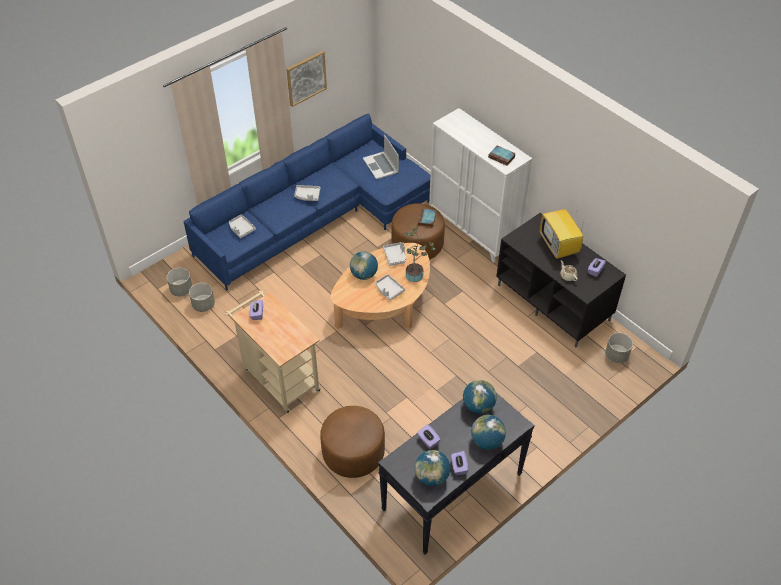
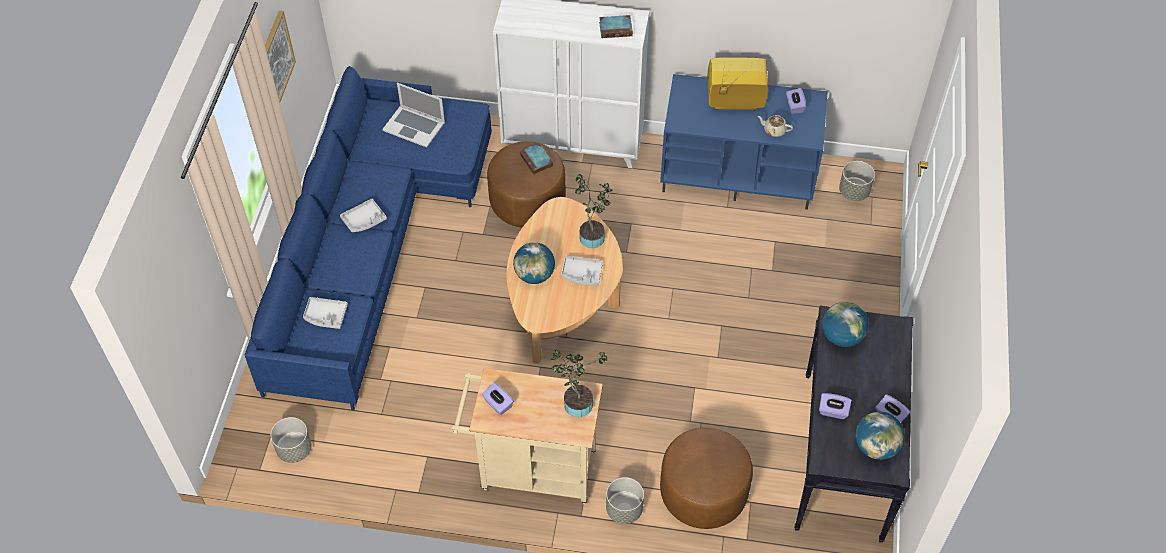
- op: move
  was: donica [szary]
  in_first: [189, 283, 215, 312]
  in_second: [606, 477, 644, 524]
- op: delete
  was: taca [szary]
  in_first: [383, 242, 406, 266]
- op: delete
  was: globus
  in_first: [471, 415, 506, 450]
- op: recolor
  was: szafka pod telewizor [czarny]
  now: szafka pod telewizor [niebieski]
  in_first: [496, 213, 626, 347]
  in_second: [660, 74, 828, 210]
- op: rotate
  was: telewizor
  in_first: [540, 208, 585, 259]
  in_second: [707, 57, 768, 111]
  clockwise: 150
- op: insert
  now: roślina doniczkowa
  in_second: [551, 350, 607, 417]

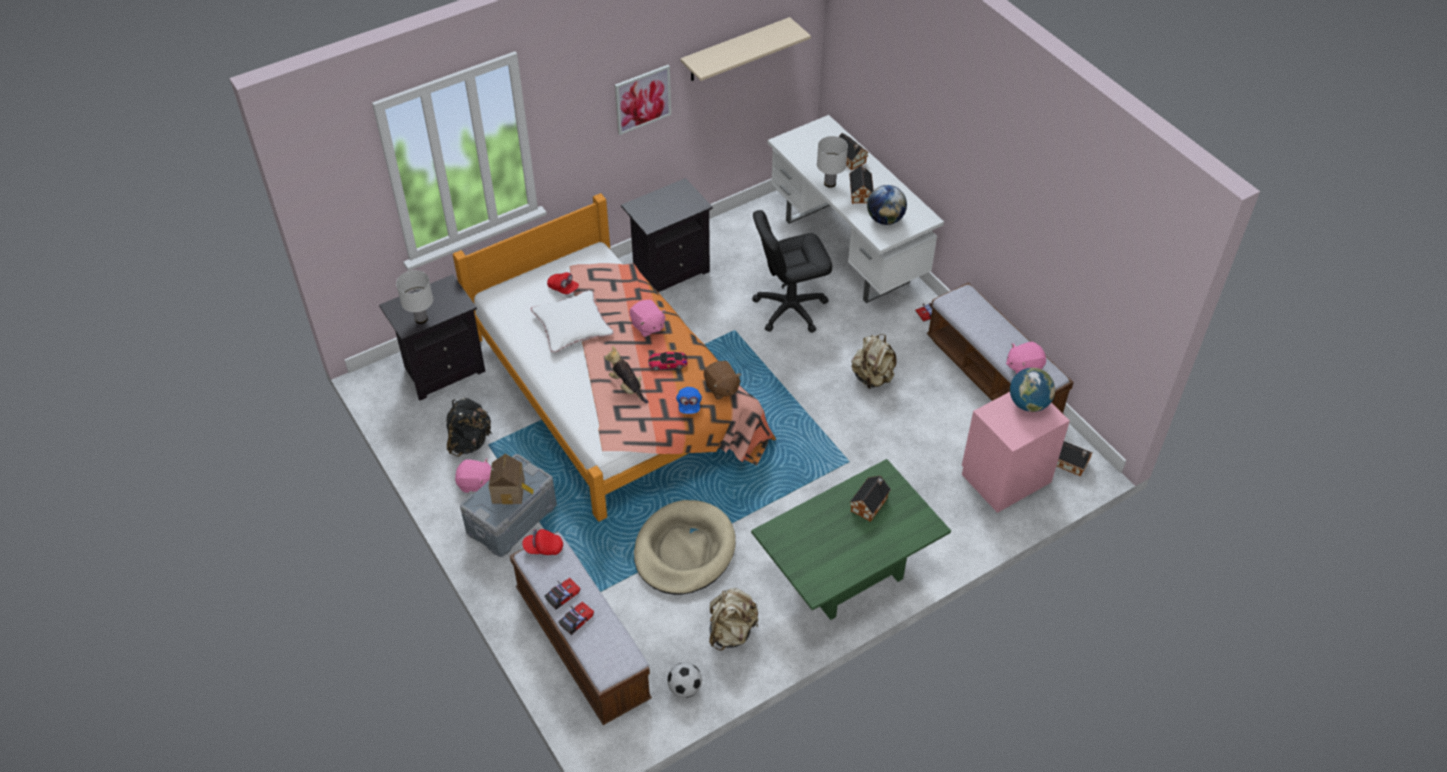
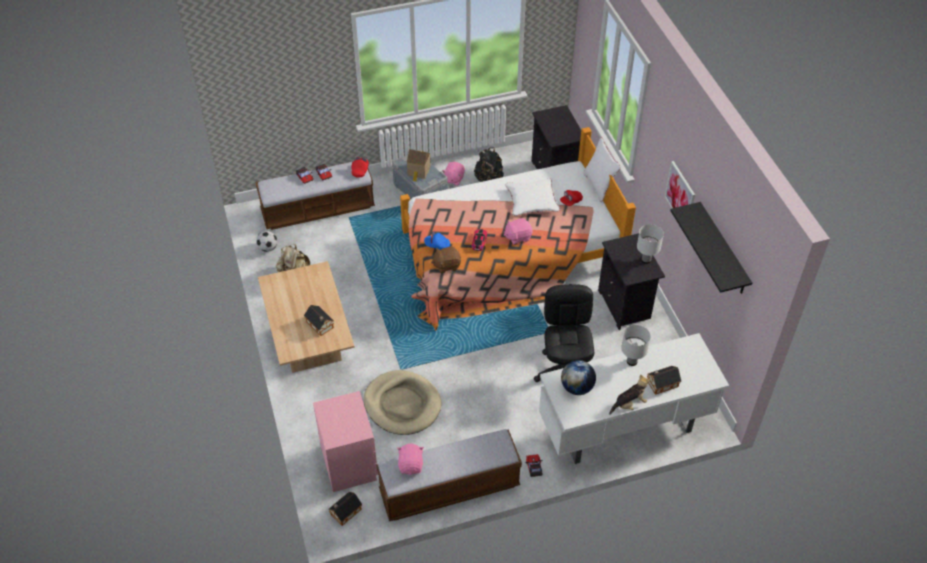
- op: move
  was: lampa stołowa [biały]
  in_first: [396, 270, 433, 324]
  in_second: [637, 224, 664, 264]
- op: move
  was: pluszak
  in_first: [605, 346, 649, 403]
  in_second: [609, 374, 650, 415]
- op: move
  was: legowisko [beżowy]
  in_first: [634, 500, 736, 595]
  in_second: [364, 370, 442, 435]
- op: recolor
  was: półka [beżowy]
  now: półka [czarny]
  in_first: [680, 17, 811, 81]
  in_second: [670, 202, 752, 294]
- op: recolor
  was: ława [zielony]
  now: ława [beżowy]
  in_first: [751, 459, 951, 620]
  in_second: [258, 261, 355, 373]
- op: delete
  was: domek
  in_first: [849, 165, 874, 204]
- op: delete
  was: plecak [beżowy]
  in_first: [851, 334, 897, 389]
- op: delete
  was: globus
  in_first: [1010, 368, 1055, 412]
- op: insert
  now: poduszka [biały]
  in_second: [583, 137, 621, 202]

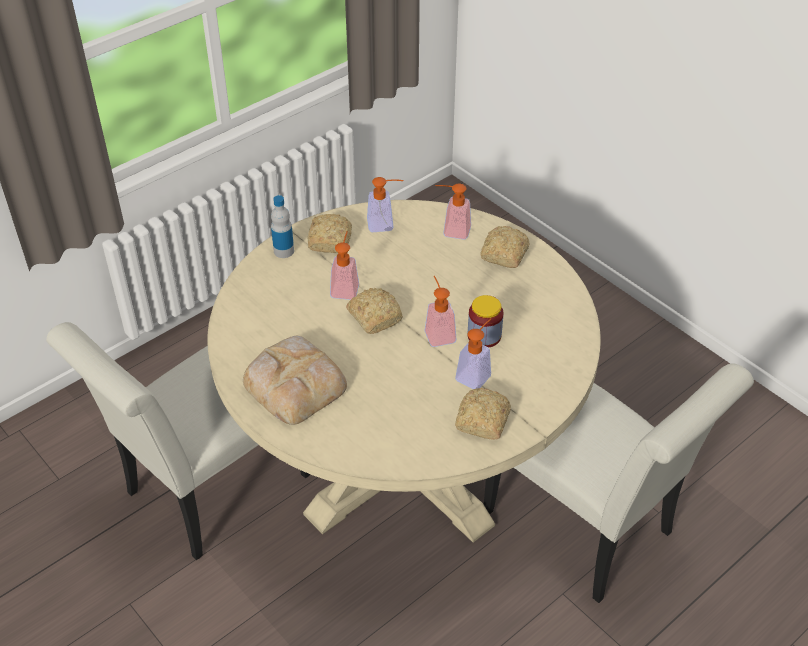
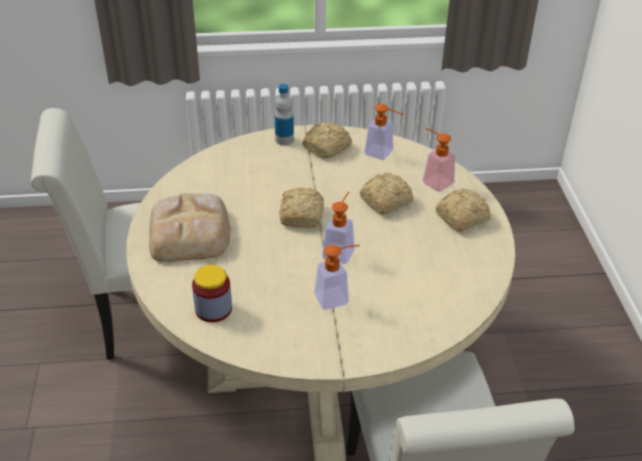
- op: delete
  was: dozownik mydła
  in_first: [330, 231, 359, 300]
- op: move
  was: chleb
  in_first: [455, 388, 511, 440]
  in_second: [360, 173, 413, 214]
- op: move
  was: słoik
  in_first: [468, 295, 503, 348]
  in_second: [192, 265, 232, 322]

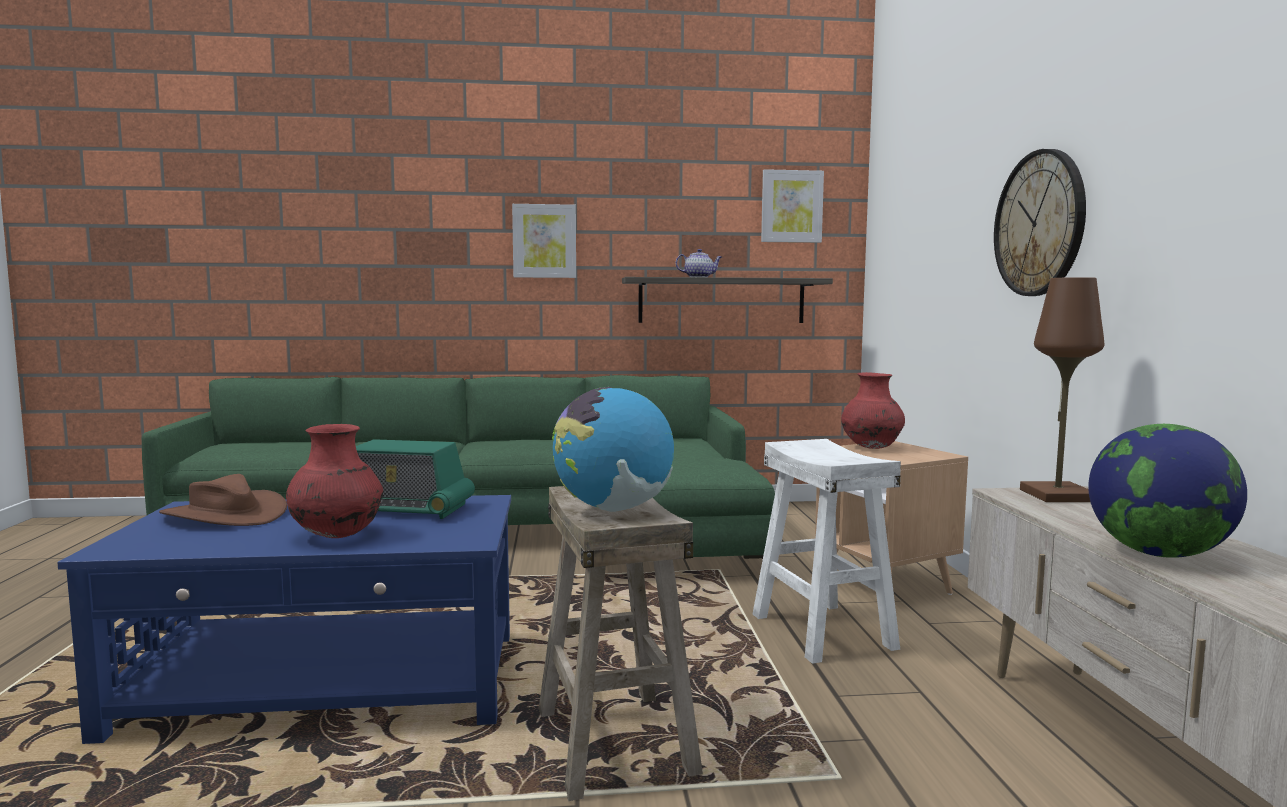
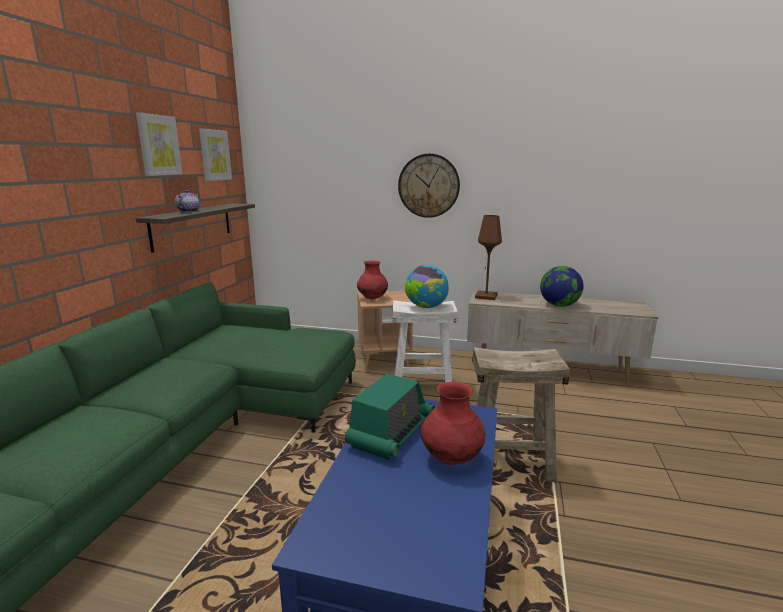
- op: delete
  was: kapelusz [brązowy]
  in_first: [159, 474, 287, 526]
- op: move
  was: obraz
  in_first: [512, 204, 576, 278]
  in_second: [136, 112, 182, 176]
- op: move
  was: globus
  in_first: [552, 387, 674, 512]
  in_second: [405, 265, 449, 308]

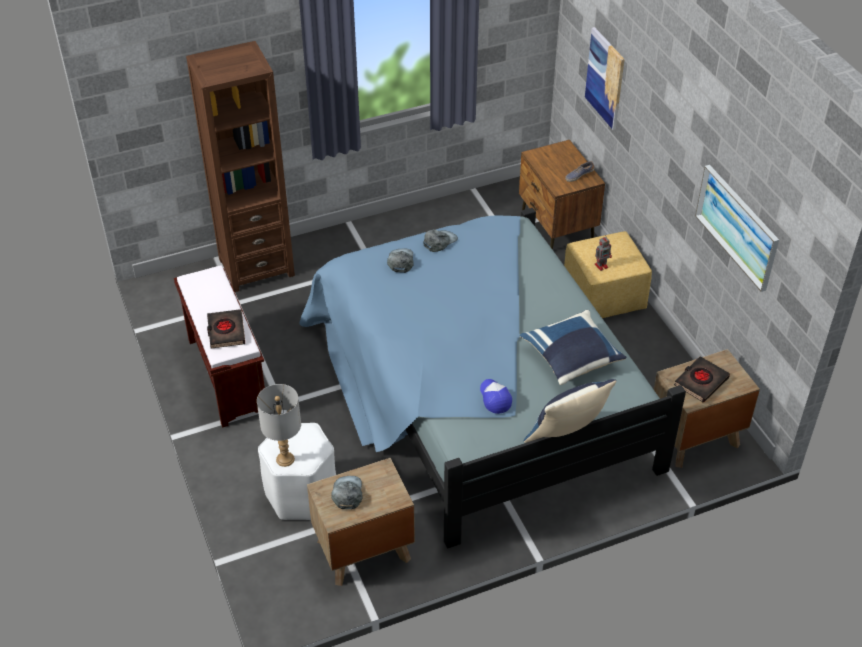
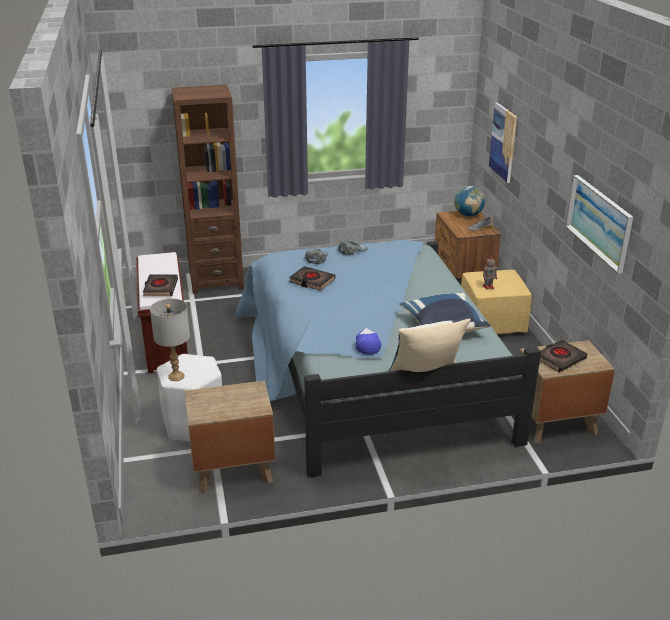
- op: delete
  was: czapka z daszkiem [szary]
  in_first: [331, 476, 362, 509]
- op: insert
  now: książka [czarny]
  in_second: [289, 266, 335, 291]
- op: insert
  now: globus
  in_second: [454, 186, 485, 216]

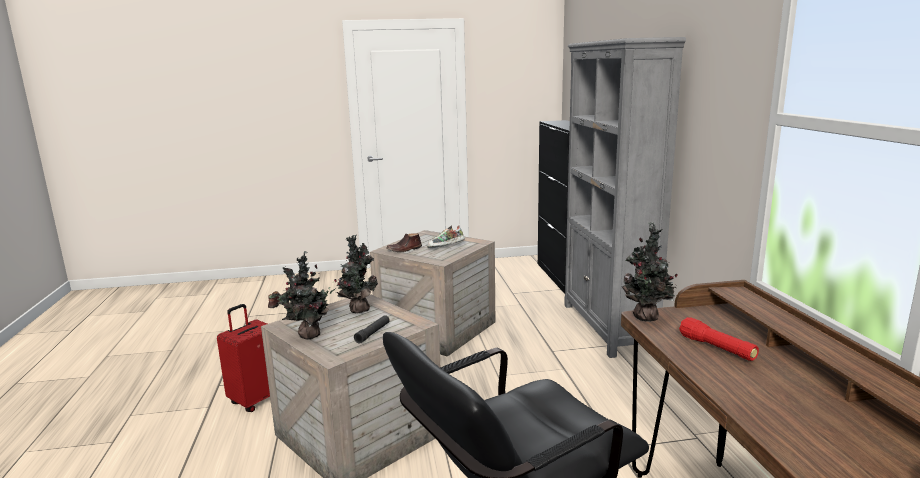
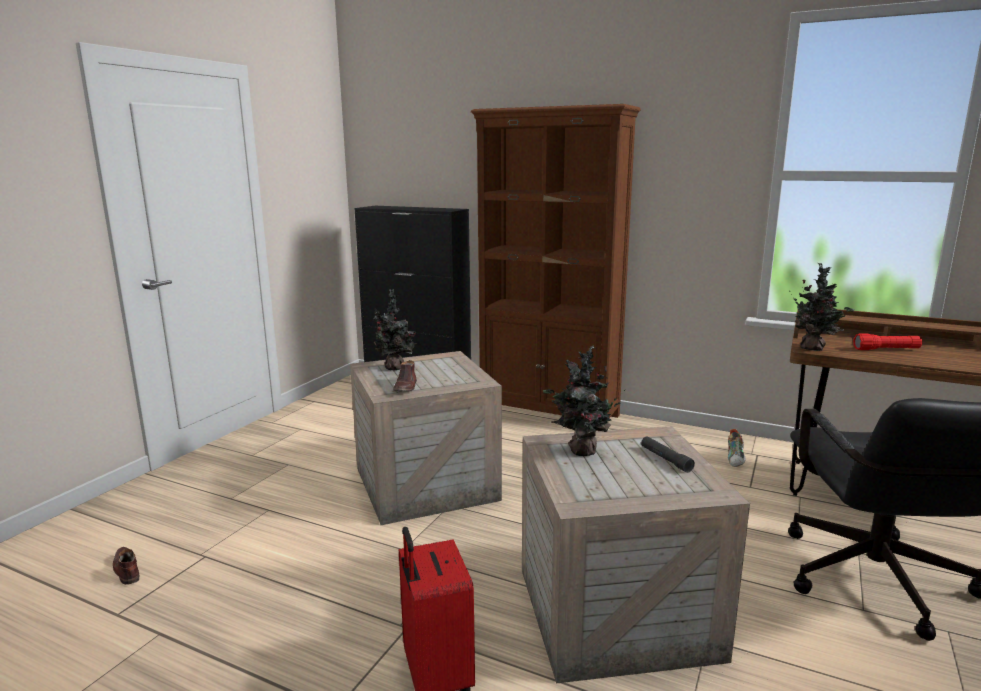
- op: move
  was: roślina doniczkowa
  in_first: [269, 251, 335, 340]
  in_second: [373, 289, 417, 371]
- op: move
  was: but
  in_first: [427, 225, 465, 248]
  in_second: [728, 429, 746, 467]
- op: recolor
  was: regał [szary]
  now: regał [brązowy]
  in_first: [564, 37, 686, 358]
  in_second: [471, 104, 641, 418]

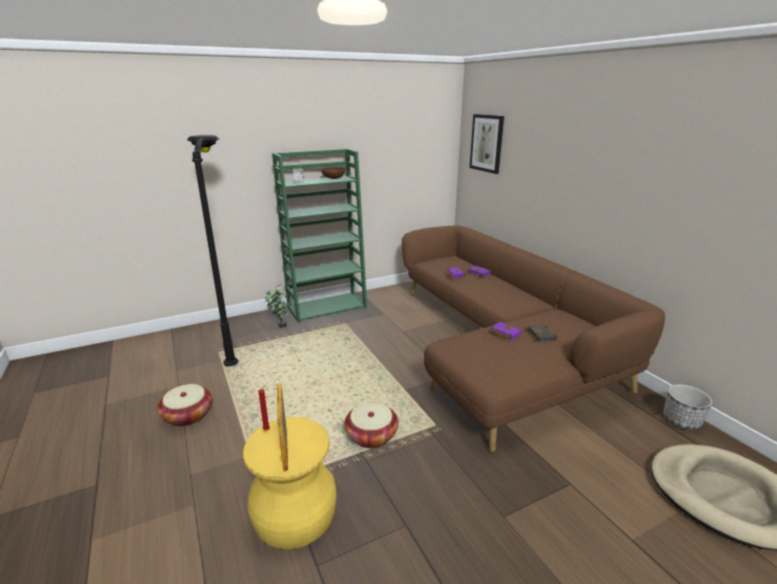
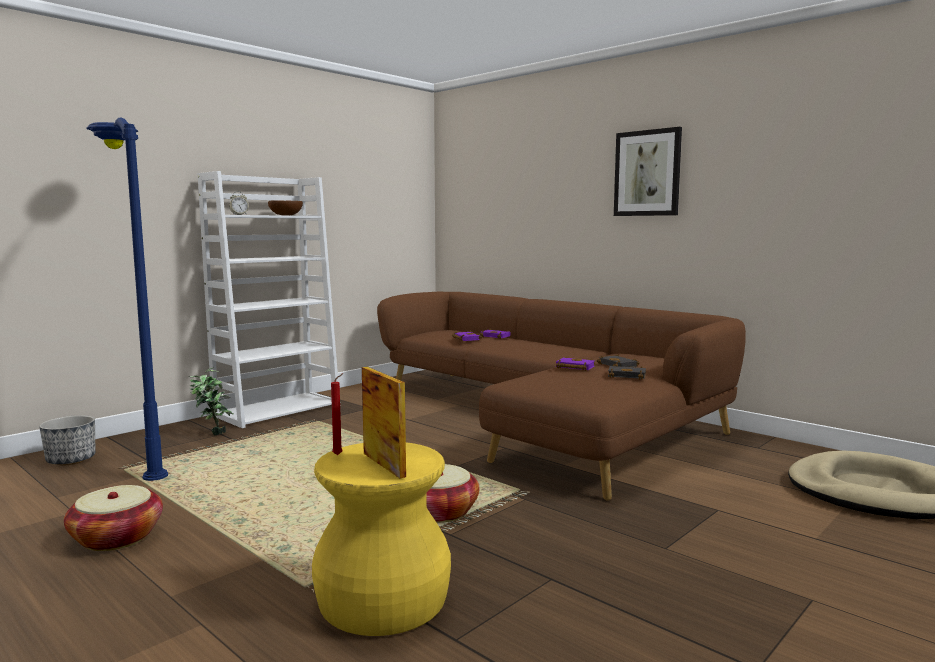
- op: recolor
  was: lampa stojąca [czarny]
  now: lampa stojąca [niebieski]
  in_first: [187, 135, 238, 366]
  in_second: [86, 117, 168, 481]
- op: recolor
  was: regał [zielony]
  now: regał [biały]
  in_first: [272, 149, 367, 323]
  in_second: [197, 171, 338, 428]
- op: move
  was: obraz
  in_first: [470, 114, 504, 174]
  in_second: [614, 127, 682, 216]
- op: move
  was: donica
  in_first: [663, 384, 713, 430]
  in_second: [39, 415, 95, 465]
- op: insert
  now: książka [czarny]
  in_second: [608, 364, 646, 380]

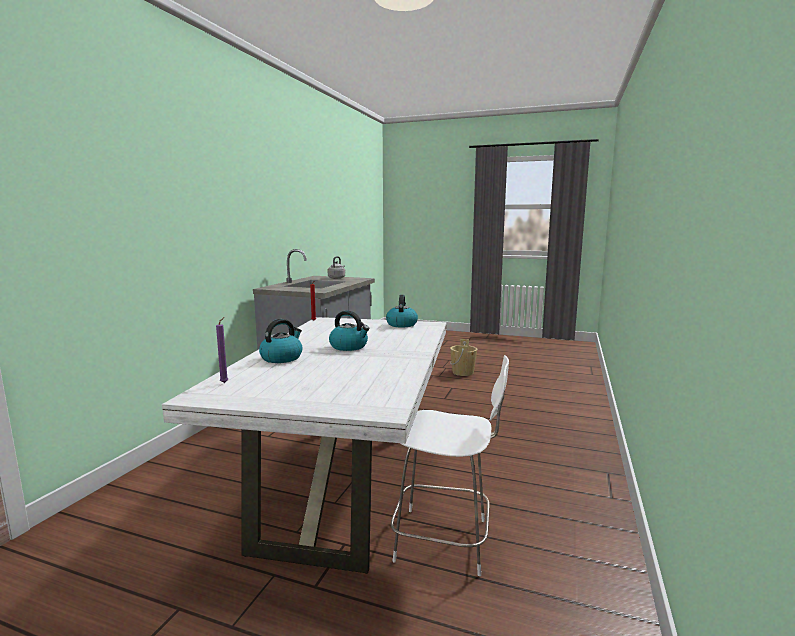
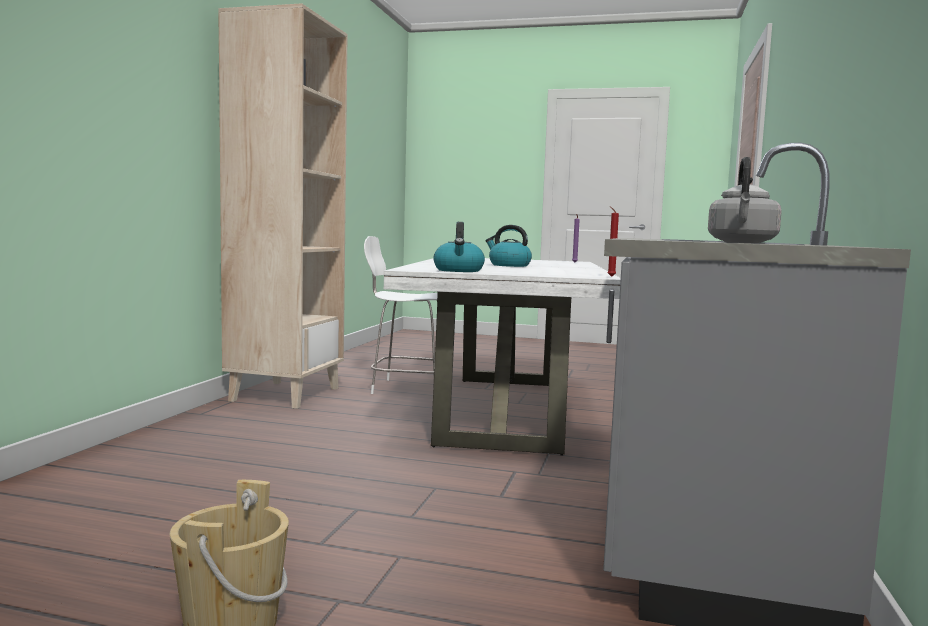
- op: delete
  was: czajnik
  in_first: [259, 319, 303, 363]
- op: insert
  now: regał [beżowy]
  in_second: [218, 3, 348, 409]

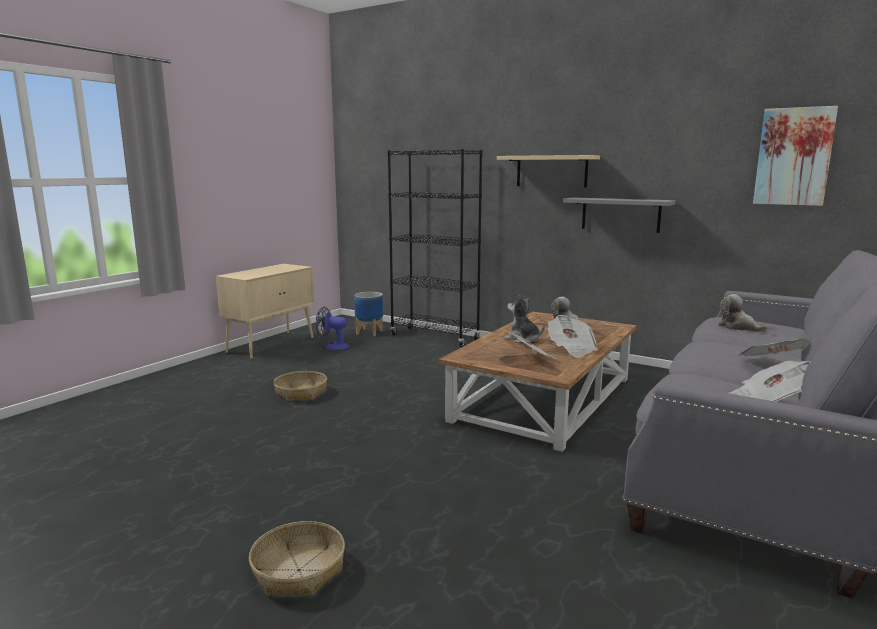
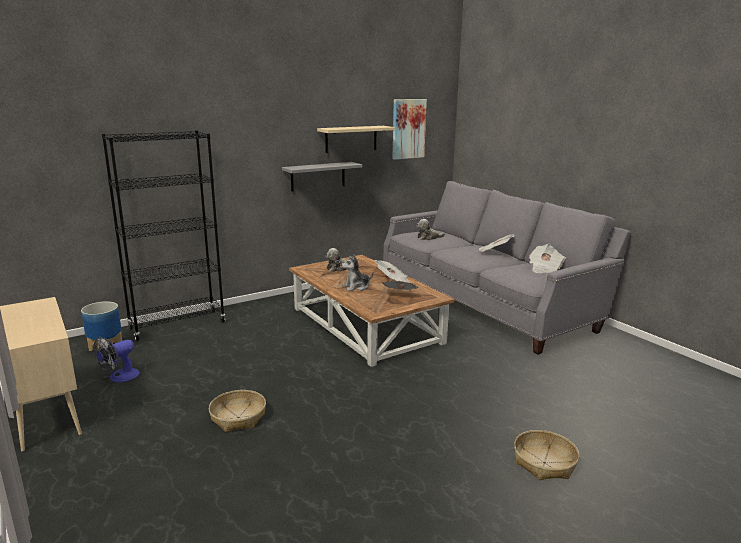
- op: move
  was: półka [beżowy]
  in_first: [497, 155, 600, 188]
  in_second: [317, 126, 395, 153]

